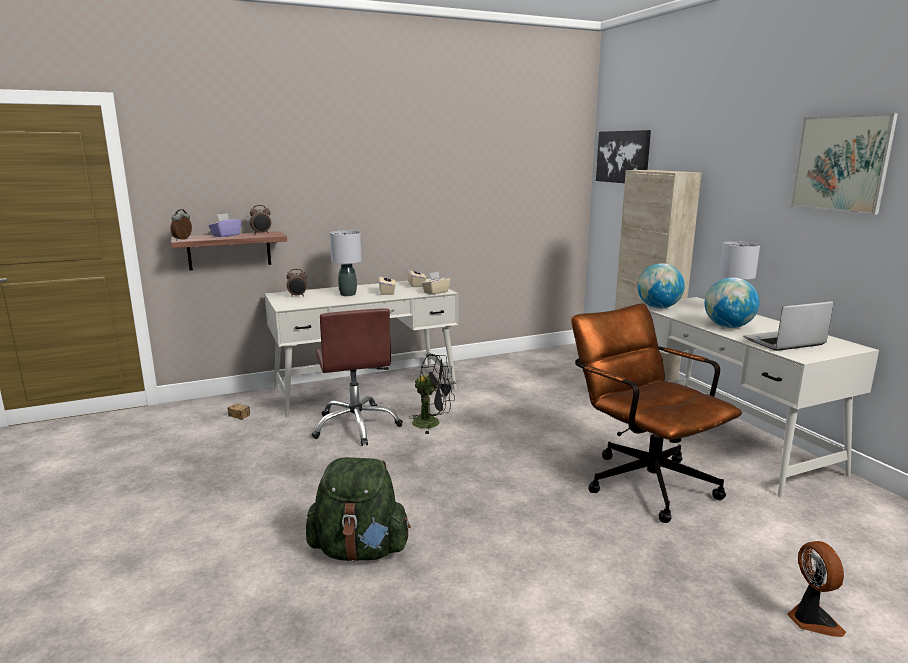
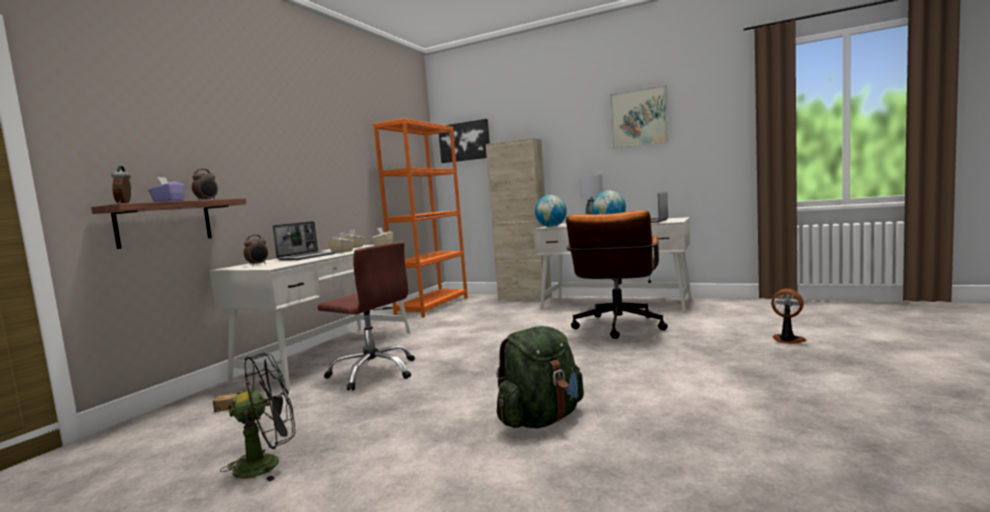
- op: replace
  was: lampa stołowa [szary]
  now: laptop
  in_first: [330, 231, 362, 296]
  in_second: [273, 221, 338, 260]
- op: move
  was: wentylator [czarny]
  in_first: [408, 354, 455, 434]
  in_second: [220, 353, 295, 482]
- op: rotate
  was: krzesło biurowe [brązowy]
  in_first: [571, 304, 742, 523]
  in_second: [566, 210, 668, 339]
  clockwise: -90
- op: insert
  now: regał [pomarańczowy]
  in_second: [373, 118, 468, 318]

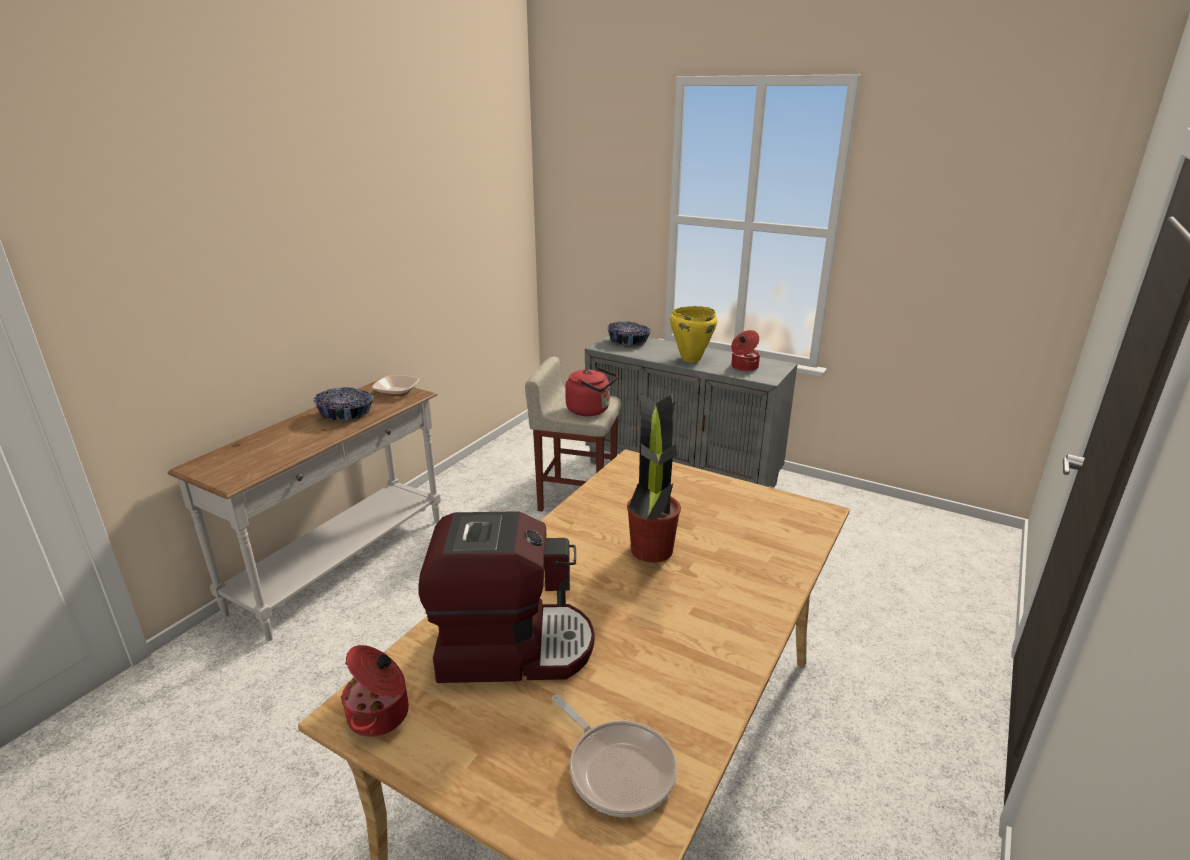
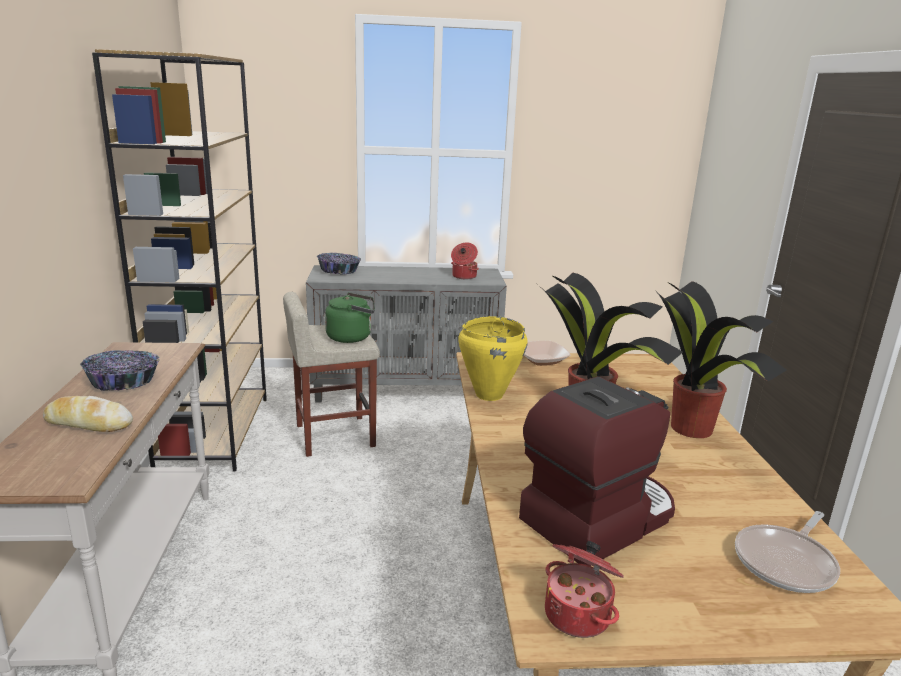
- op: move
  was: miska
  in_first: [372, 375, 419, 397]
  in_second: [524, 341, 570, 366]
- op: rotate
  was: patelnia
  in_first: [552, 694, 677, 817]
  in_second: [735, 511, 840, 593]
  clockwise: 120
- op: recolor
  was: czajnik [czerwony]
  now: czajnik [zielony]
  in_first: [565, 366, 618, 416]
  in_second: [325, 292, 375, 343]
- op: move
  was: garnek [żółty]
  in_first: [670, 306, 717, 363]
  in_second: [458, 316, 528, 401]
- op: insert
  now: chleb
  in_second: [43, 396, 133, 432]
- op: insert
  now: regał [brązowy]
  in_second: [92, 49, 267, 472]
- op: insert
  now: roślina doniczkowa
  in_second: [657, 281, 786, 438]

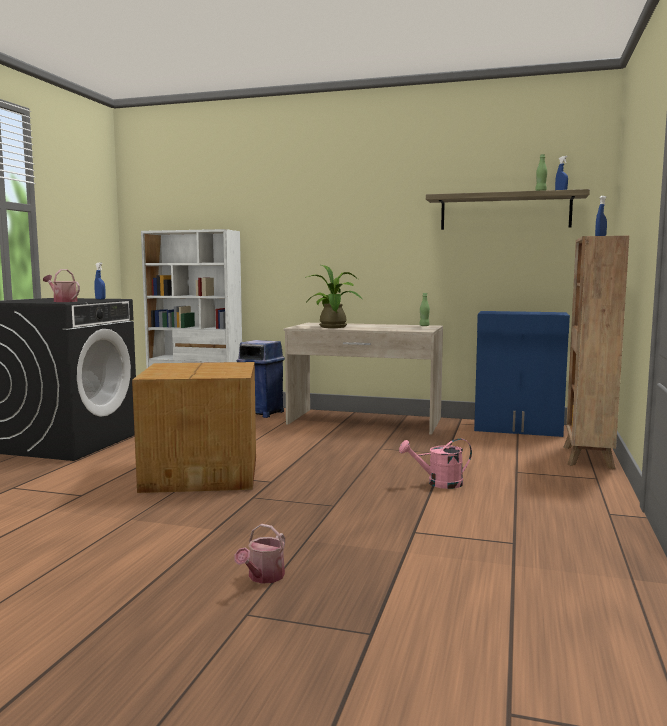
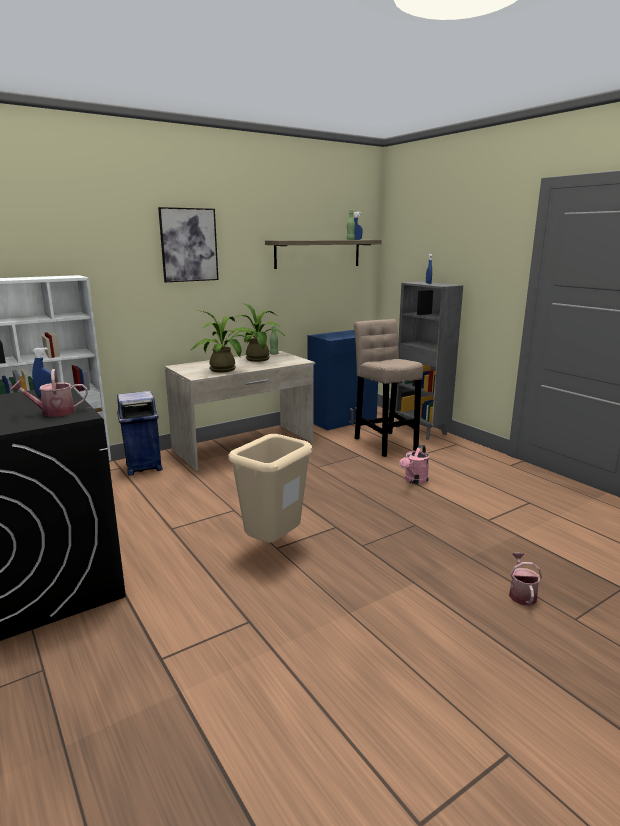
- op: replace
  was: karton
  now: kosz na śmieci [beżowy]
  in_first: [132, 362, 256, 493]
  in_second: [228, 434, 312, 543]
- op: rotate
  was: konewka
  in_first: [234, 524, 285, 584]
  in_second: [509, 553, 542, 606]
  clockwise: -150
- op: recolor
  was: regał [brązowy]
  now: regał [szary]
  in_first: [563, 236, 629, 469]
  in_second: [395, 282, 463, 440]
- op: insert
  now: obraz
  in_second: [158, 207, 218, 282]
- op: insert
  now: roślina doniczkowa
  in_second: [231, 303, 286, 362]
- op: insert
  now: stołek [beżowy]
  in_second: [354, 319, 423, 457]

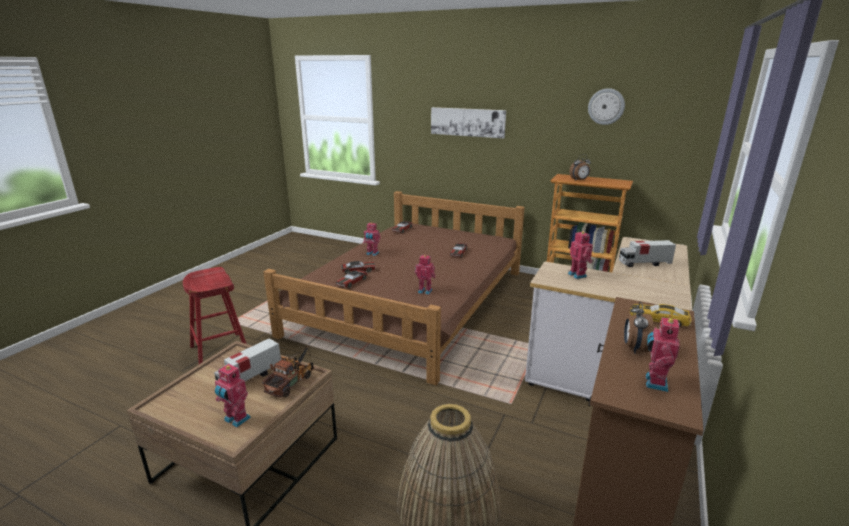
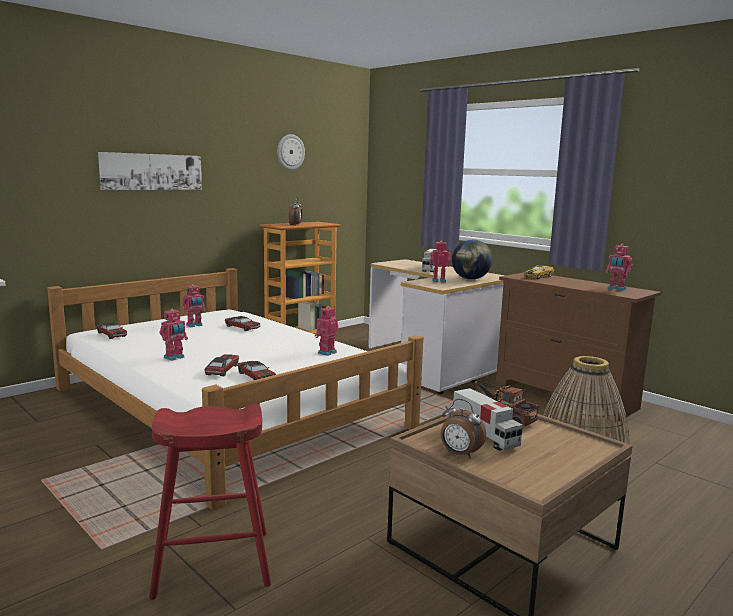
- op: move
  was: robot zabawkowy
  in_first: [215, 364, 251, 427]
  in_second: [182, 284, 206, 327]
- op: recolor
  was: łóżko [brązowy]
  now: łóżko [biały]
  in_first: [263, 191, 525, 385]
  in_second: [47, 268, 423, 510]
- op: move
  was: budzik
  in_first: [624, 302, 654, 354]
  in_second: [441, 399, 486, 458]
- op: insert
  now: globus
  in_second: [452, 239, 493, 280]

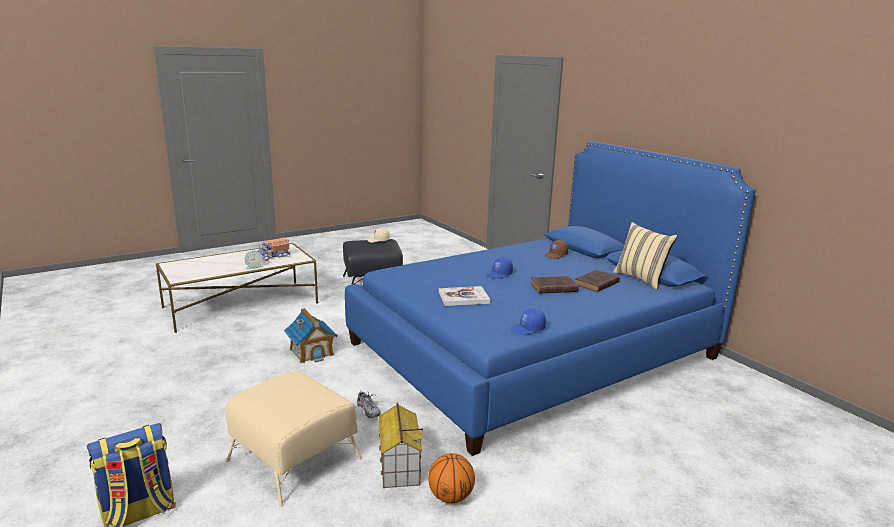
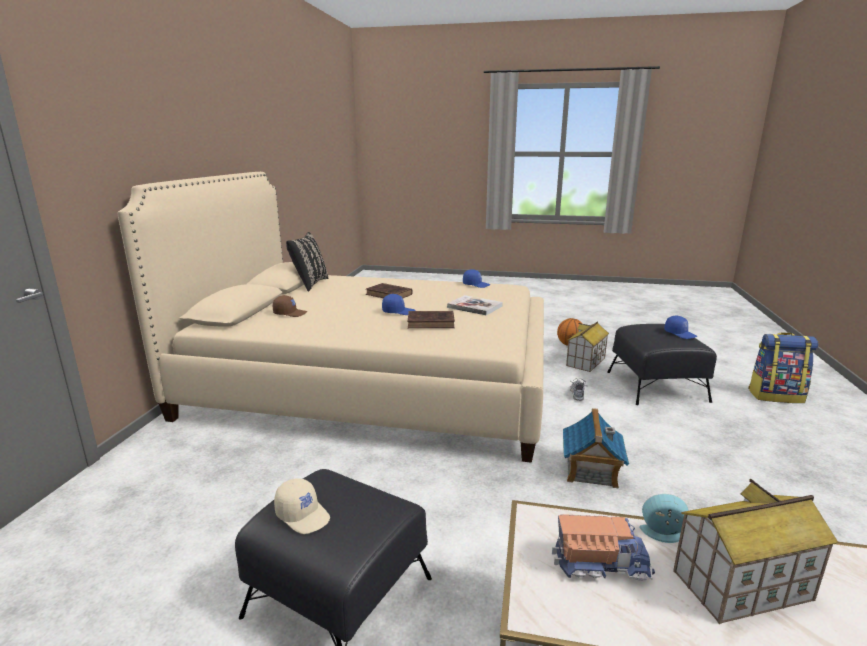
- op: recolor
  was: pufa [beżowy]
  now: pufa [czarny]
  in_first: [226, 371, 362, 507]
  in_second: [607, 324, 717, 405]
- op: recolor
  was: łóżko [niebieski]
  now: łóżko [beżowy]
  in_first: [345, 142, 756, 456]
  in_second: [118, 172, 544, 463]
- op: move
  was: książka [brązowy]
  in_first: [575, 270, 620, 292]
  in_second: [408, 311, 455, 328]
- op: recolor
  was: poduszka [beżowy]
  now: poduszka [czarny]
  in_first: [613, 222, 677, 290]
  in_second: [286, 232, 328, 291]
- op: insert
  now: czapka z daszkiem [niebieski]
  in_second: [664, 316, 697, 339]
- op: insert
  now: domek
  in_second: [673, 479, 838, 624]

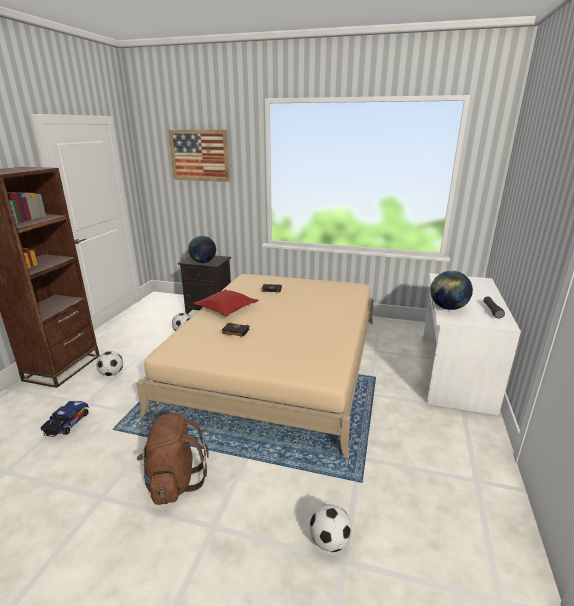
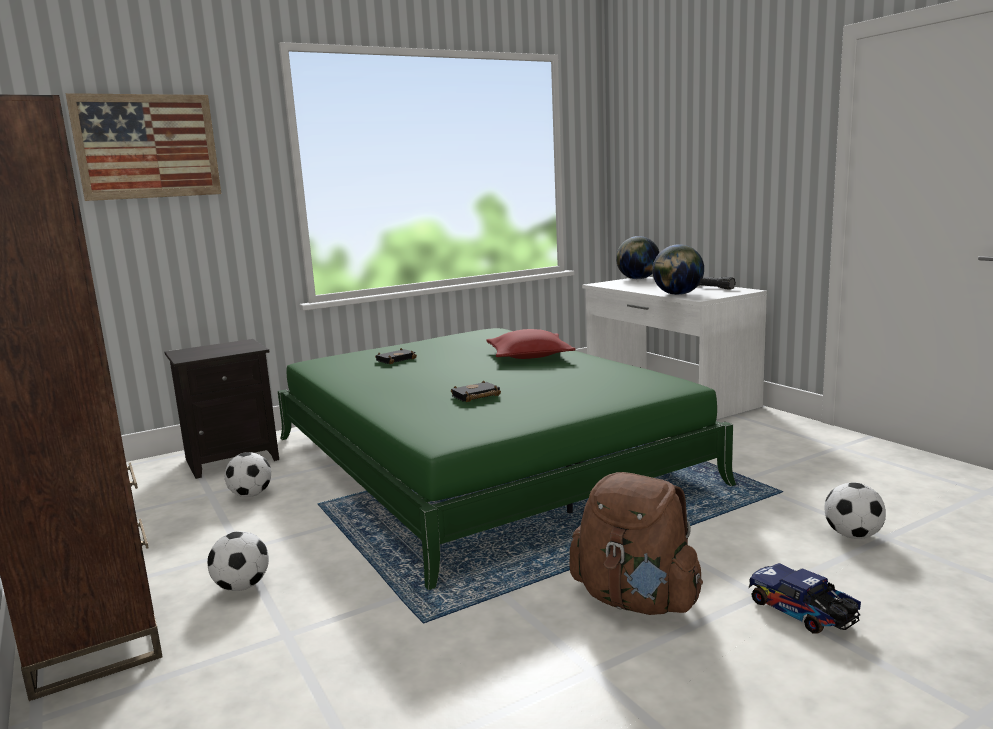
- op: move
  was: ciężarówka zabawkowa
  in_first: [41, 401, 89, 437]
  in_second: [749, 563, 861, 634]
- op: recolor
  was: łóżko [beżowy]
  now: łóżko [zielony]
  in_first: [136, 274, 374, 458]
  in_second: [278, 328, 736, 590]
- op: move
  was: globus
  in_first: [188, 236, 216, 263]
  in_second: [616, 236, 659, 279]
- op: move
  was: poduszka [czerwony]
  in_first: [193, 289, 258, 316]
  in_second: [486, 329, 576, 359]

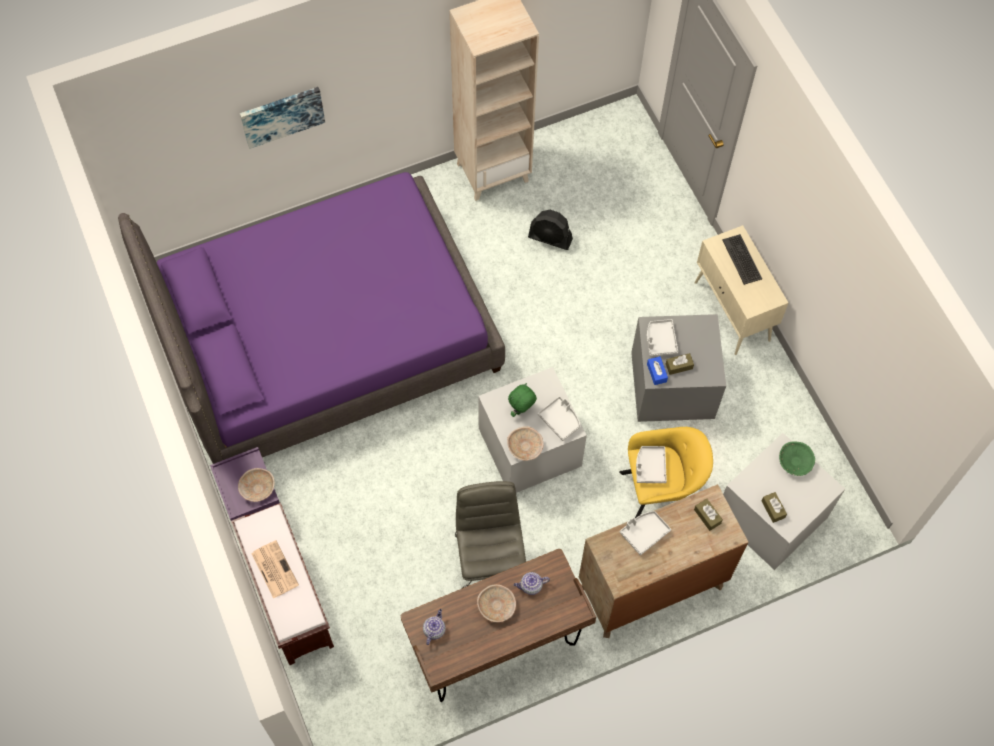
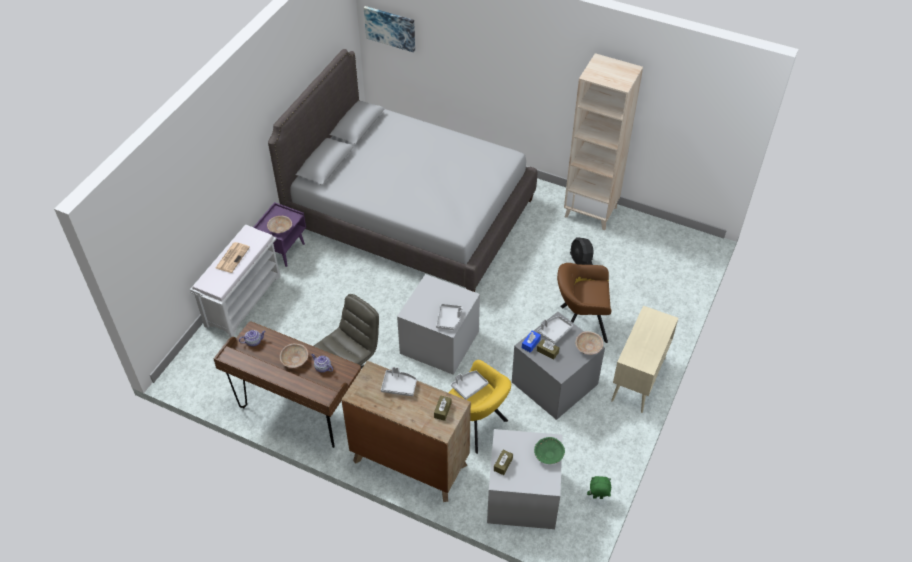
- op: recolor
  was: łóżko [fioletowy]
  now: łóżko [szary]
  in_first: [118, 172, 505, 464]
  in_second: [268, 49, 537, 292]
- op: recolor
  was: ławka [brązowy]
  now: ławka [biały]
  in_first: [231, 503, 334, 665]
  in_second: [190, 225, 281, 338]
- op: move
  was: obraz
  in_first: [240, 87, 325, 149]
  in_second: [364, 6, 415, 53]
- op: move
  was: miska [beżowy]
  in_first: [507, 427, 543, 461]
  in_second: [576, 331, 603, 355]
- op: move
  was: pluszak [zielony]
  in_first: [508, 383, 537, 417]
  in_second: [587, 476, 611, 499]
- op: delete
  was: klawiatura
  in_first: [722, 234, 762, 285]
- op: insert
  now: fotel [brązowy]
  in_second: [557, 263, 611, 343]

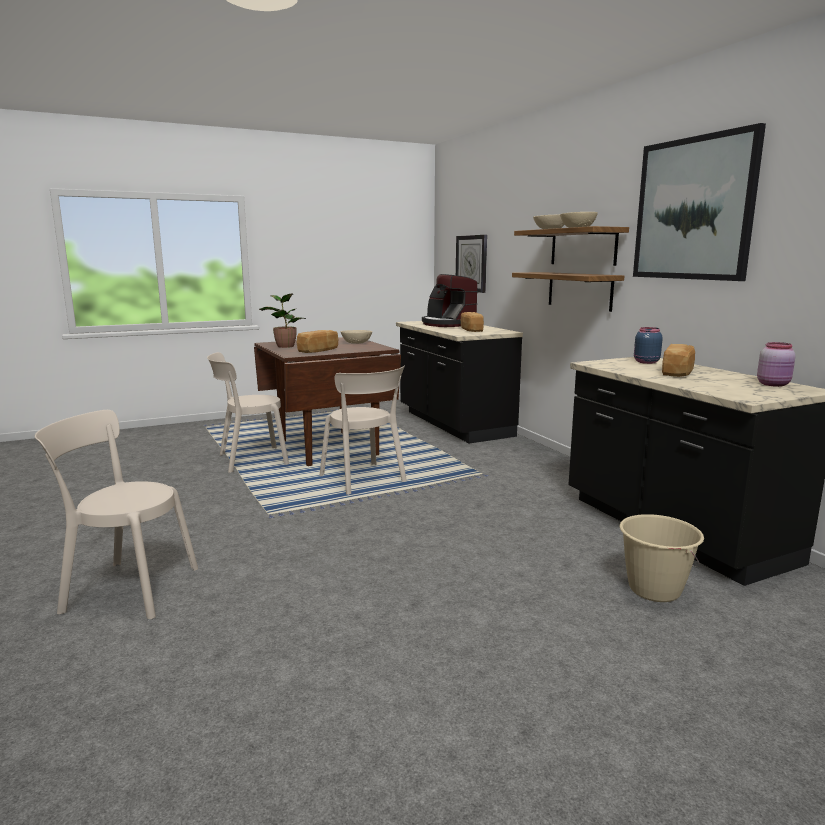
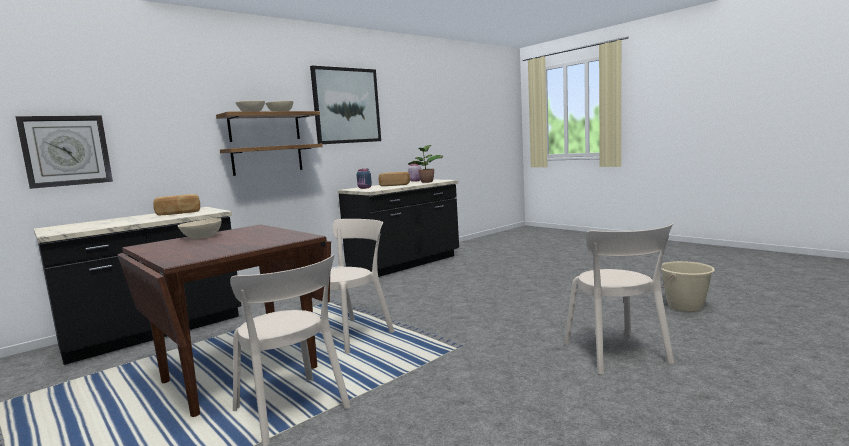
- op: move
  was: roślina doniczkowa
  in_first: [259, 293, 306, 348]
  in_second: [408, 145, 443, 183]
- op: delete
  was: chleb
  in_first: [297, 330, 338, 353]
- op: delete
  was: ekspres do kawy
  in_first: [422, 274, 478, 327]
- op: move
  was: wiadro [beżowy]
  in_first: [620, 514, 704, 602]
  in_second: [661, 261, 715, 312]

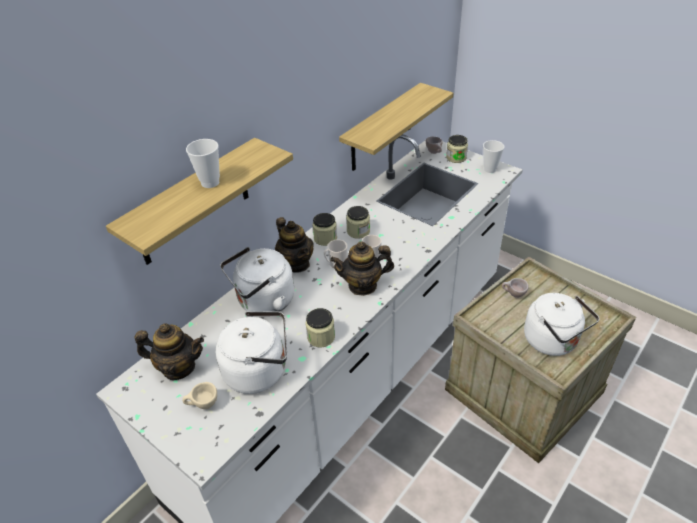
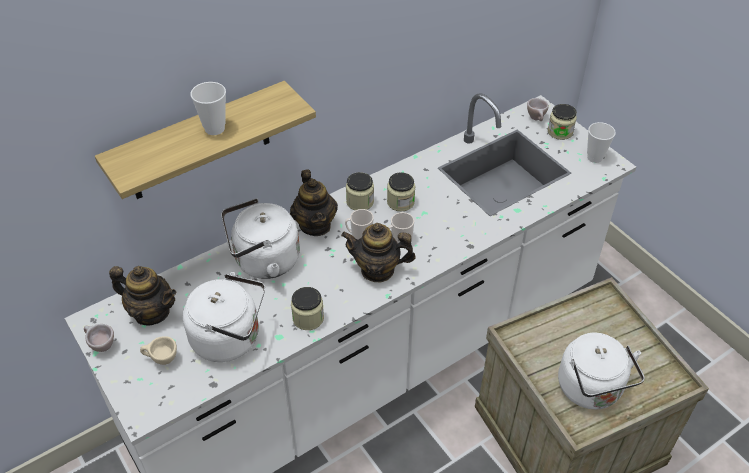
- op: delete
  was: półka
  in_first: [339, 83, 453, 171]
- op: move
  was: filiżanka [beżowy]
  in_first: [502, 278, 529, 298]
  in_second: [84, 324, 114, 352]

